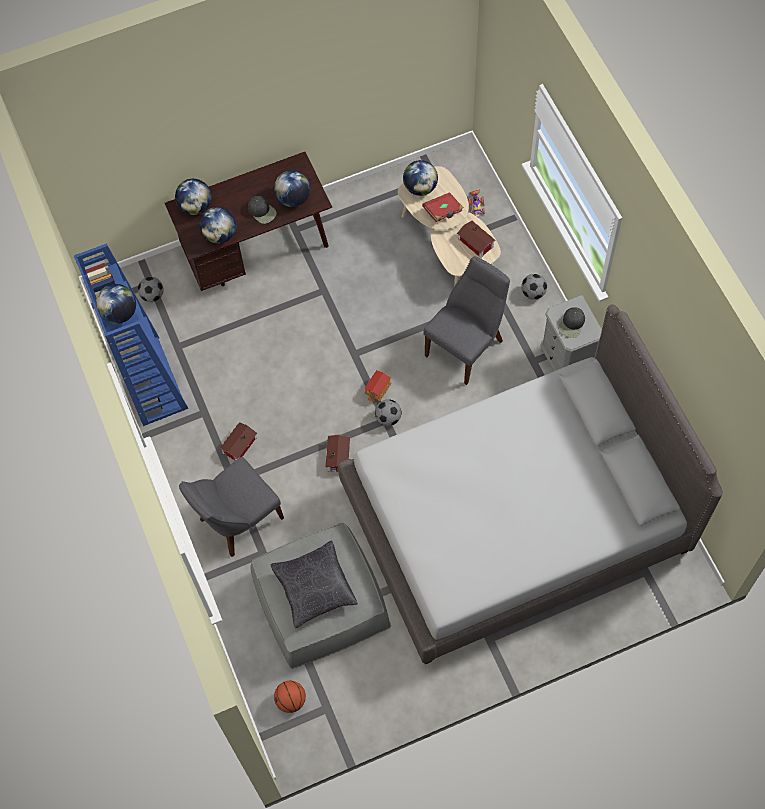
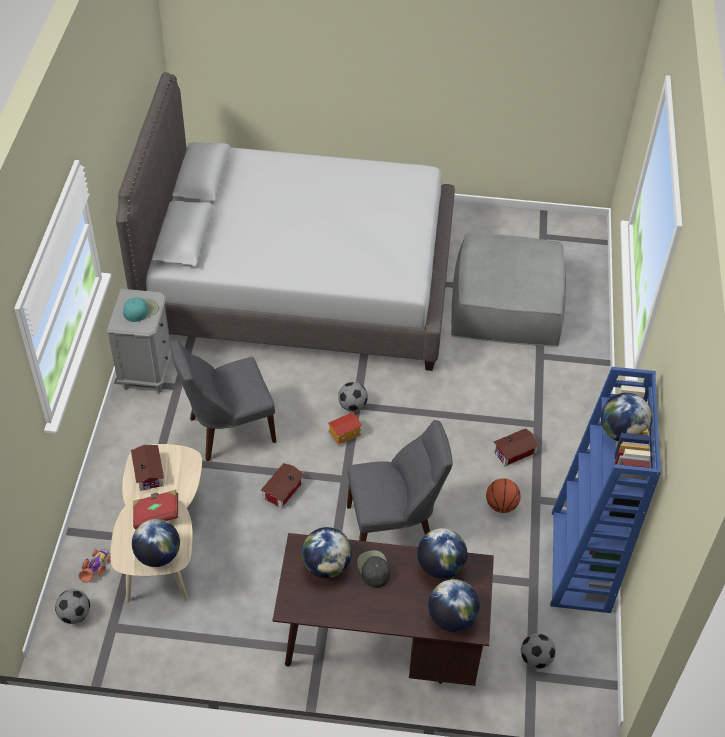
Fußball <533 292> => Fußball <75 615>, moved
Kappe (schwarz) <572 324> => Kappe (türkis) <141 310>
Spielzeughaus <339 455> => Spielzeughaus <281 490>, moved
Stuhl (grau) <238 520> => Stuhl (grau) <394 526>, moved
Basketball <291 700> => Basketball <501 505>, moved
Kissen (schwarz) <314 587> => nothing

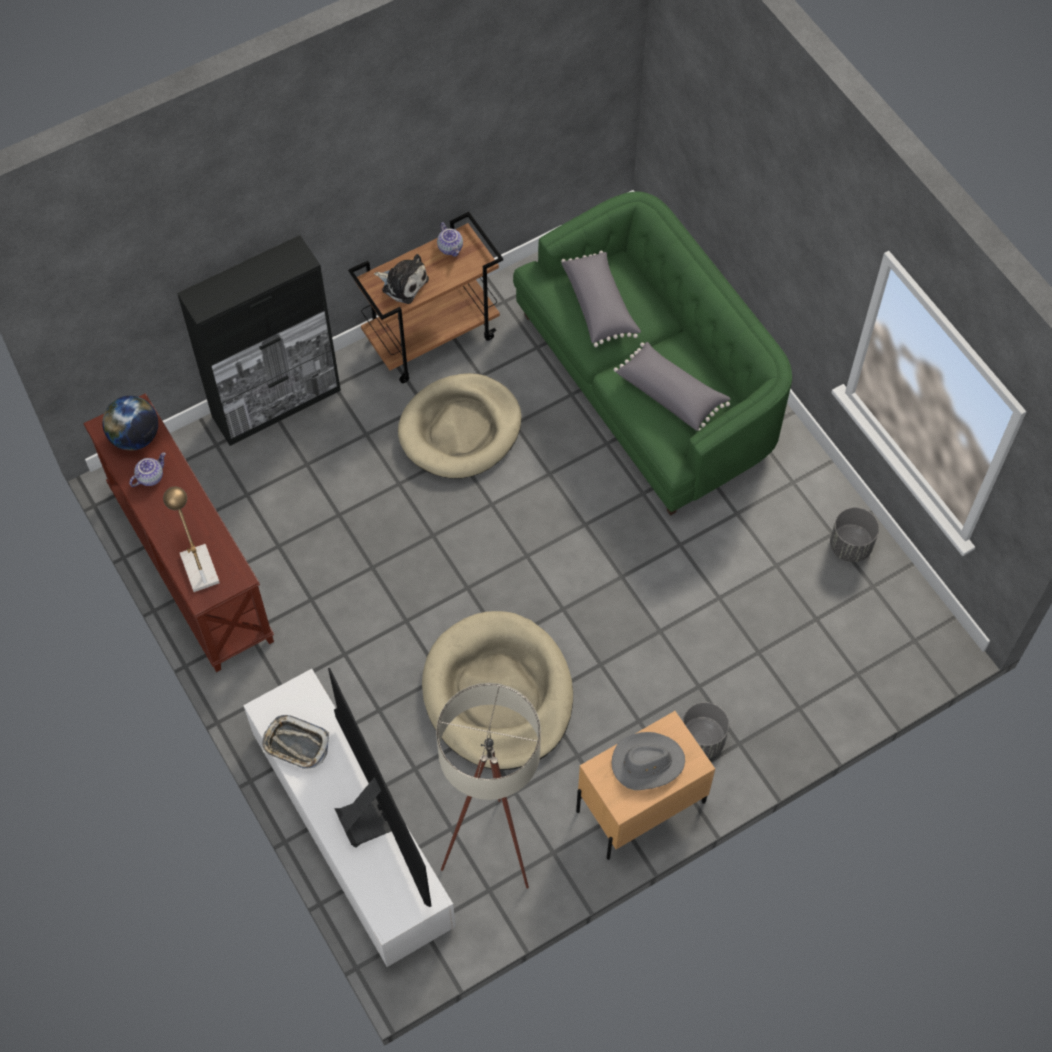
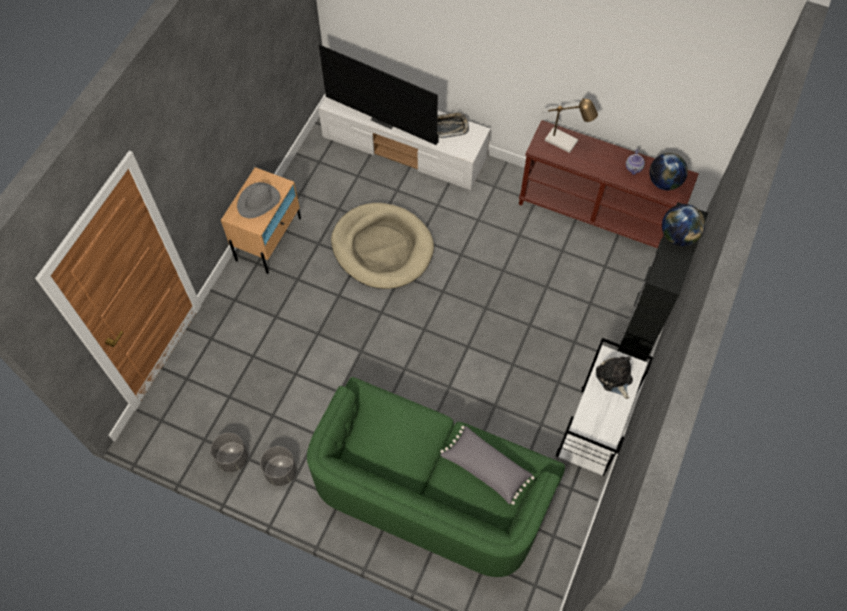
Pflanzkübel (grau) <702 740> => Pflanzkübel (grau) <280 471>, moved
Rollwagen (braun) <432 336> => Rollwagen (weiß) <593 431>
Plüschtier <403 283> => Plüschtier <614 378>, 75 degrees clockwise
nothing => Globus <678 236>
Hundebett (beige) <460 429> => nothing
Stehlampe (beige) <492 841> => nothing
Teekanne <451 248> => nothing
Kissen (grau) <671 393> => nothing

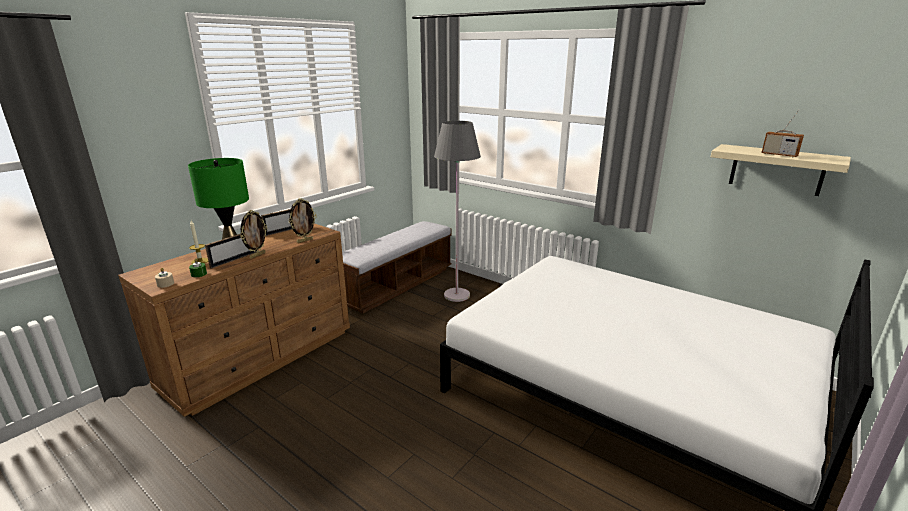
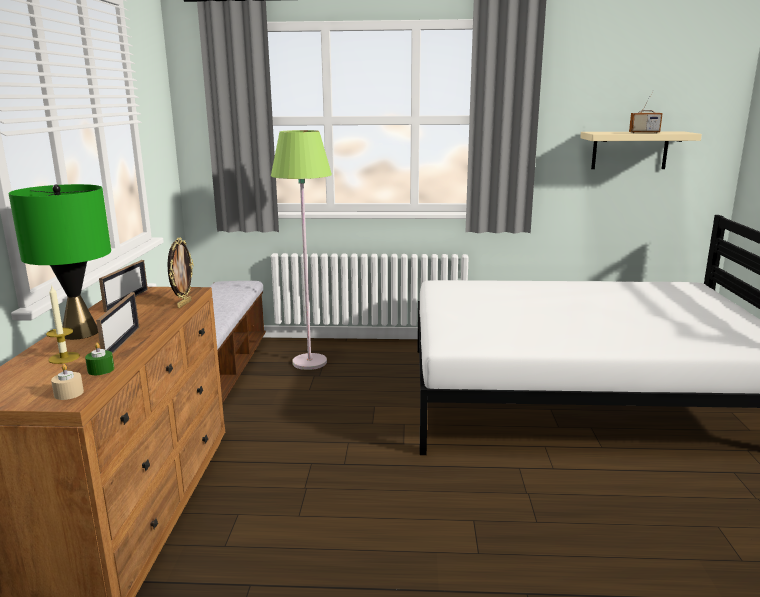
Stehlampe (grau) <457 295> => Stehlampe (grün) <309 362>
Bilderrahmen <257 255> => nothing

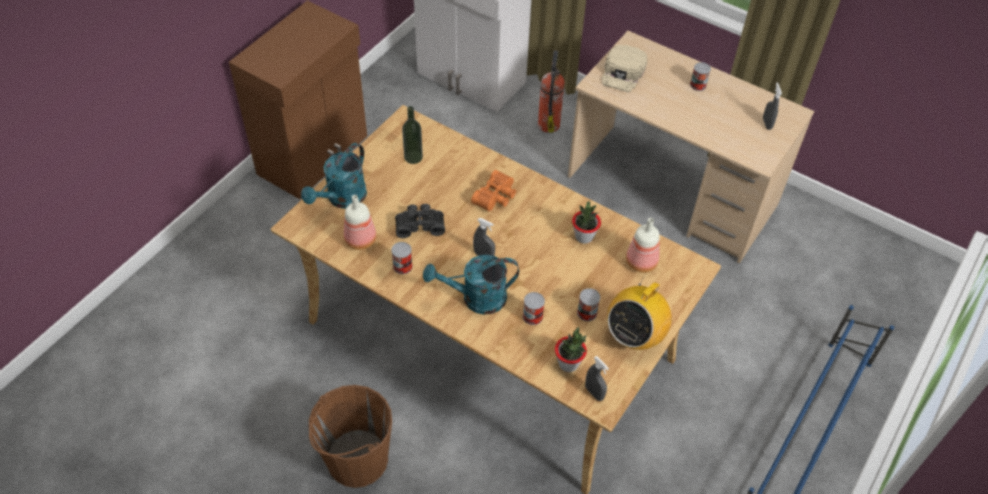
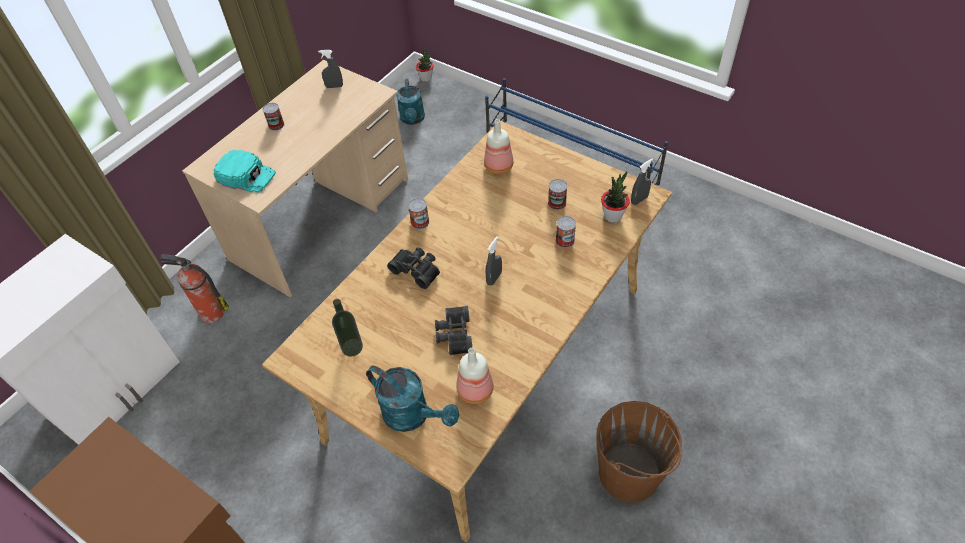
Kappe (beige) <623 73> => Kappe (türkis) <246 175>
Fernglas (orange) <496 197> => Fernglas (schwarz) <417 270>
Gießkanne (türkis) <476 298> => Gießkanne (türkis) <413 119>, moved
Dose <402 266> => Dose <420 222>, moved
Topfpflanze <584 237> => Topfpflanze <426 78>, moved
Radio <634 336> => nothing

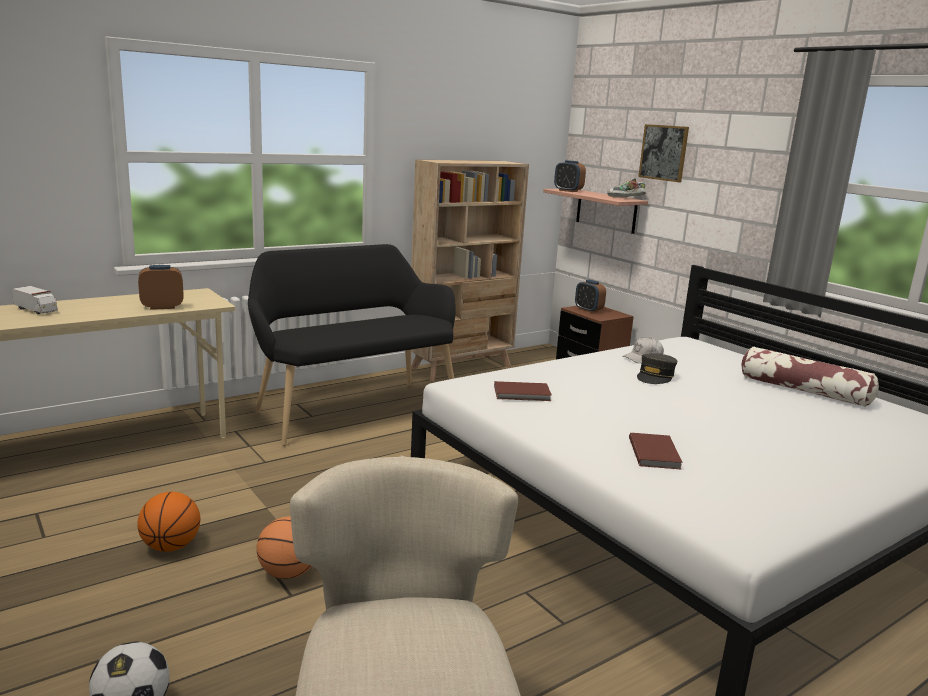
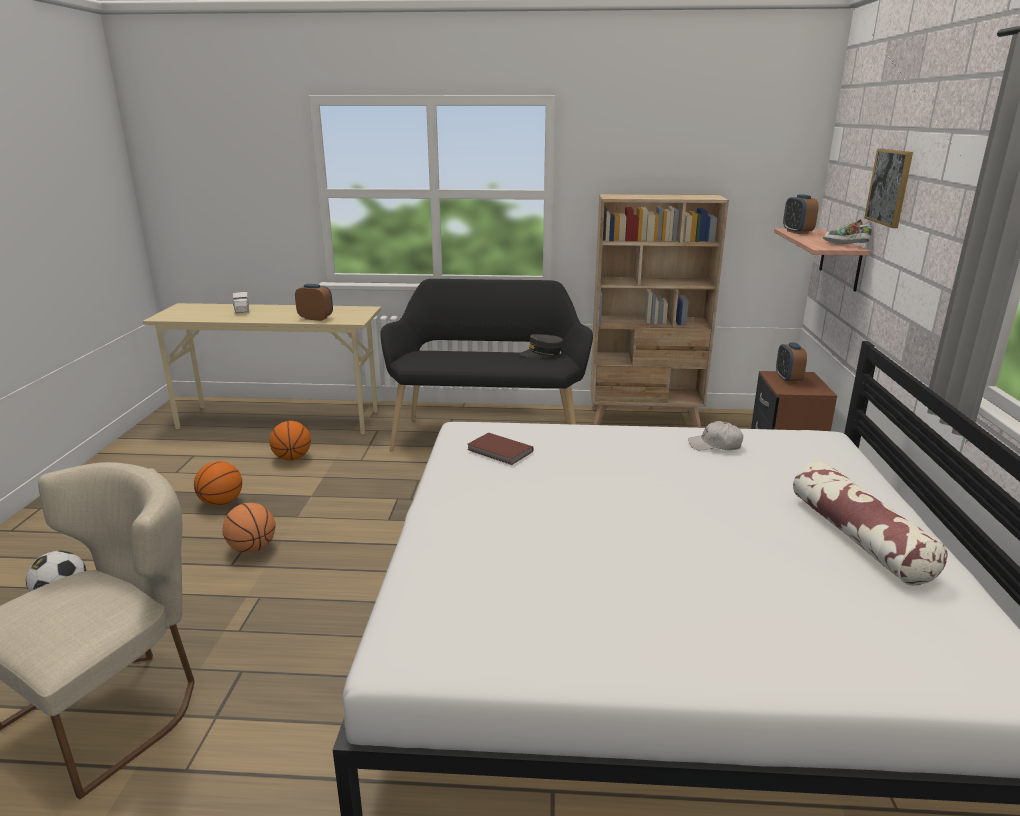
nothing => Basketball <292 458>
Kappe (grau) <655 377> => Kappe (grau) <542 353>, moved
Buch (braun) <655 453> => nothing

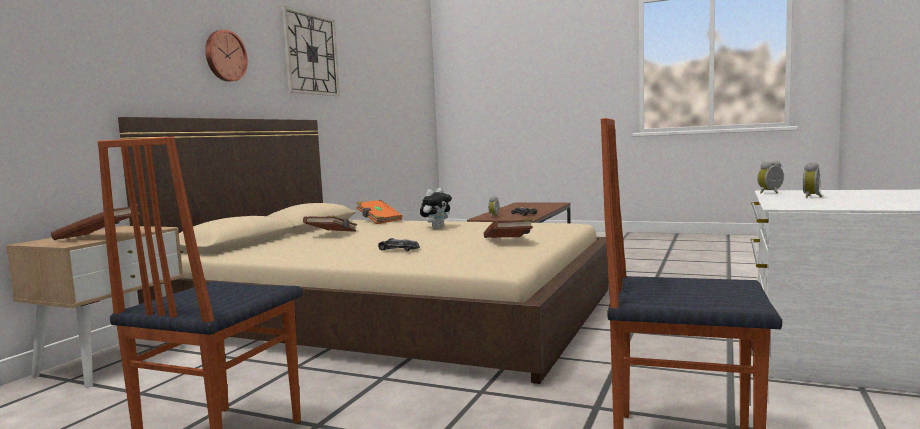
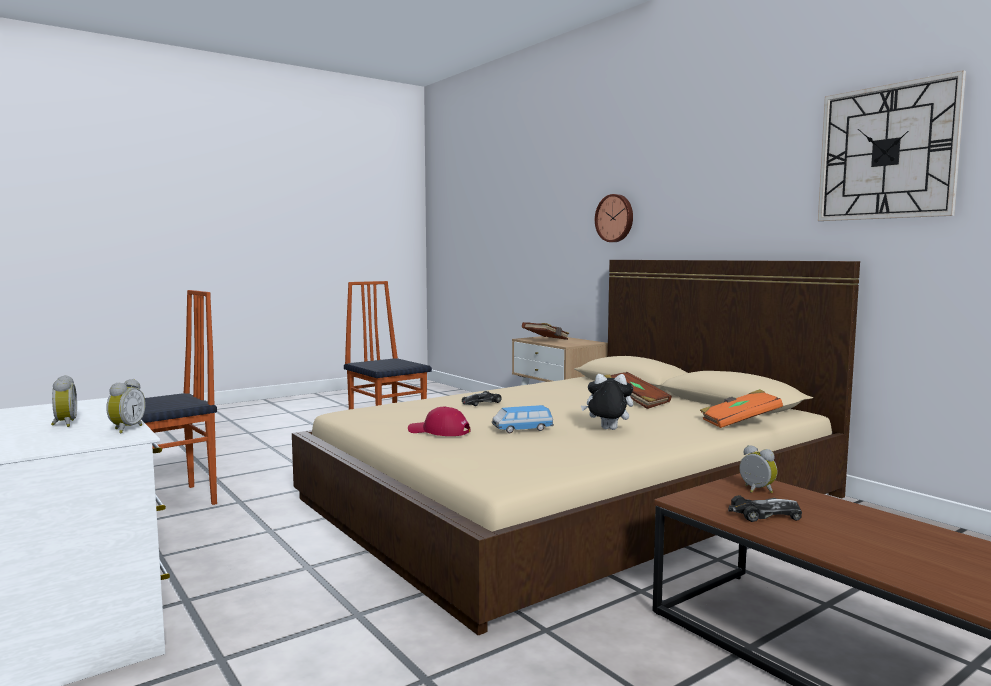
Buch (braun) <509 242> => Kappe (rot) <439 431>
nothing => Spielzeugauto <522 430>
Plüschtier <436 228> => Plüschtier <607 430>, 120 degrees clockwise
Wanduhr <224 56> => Wanduhr <615 218>, moved

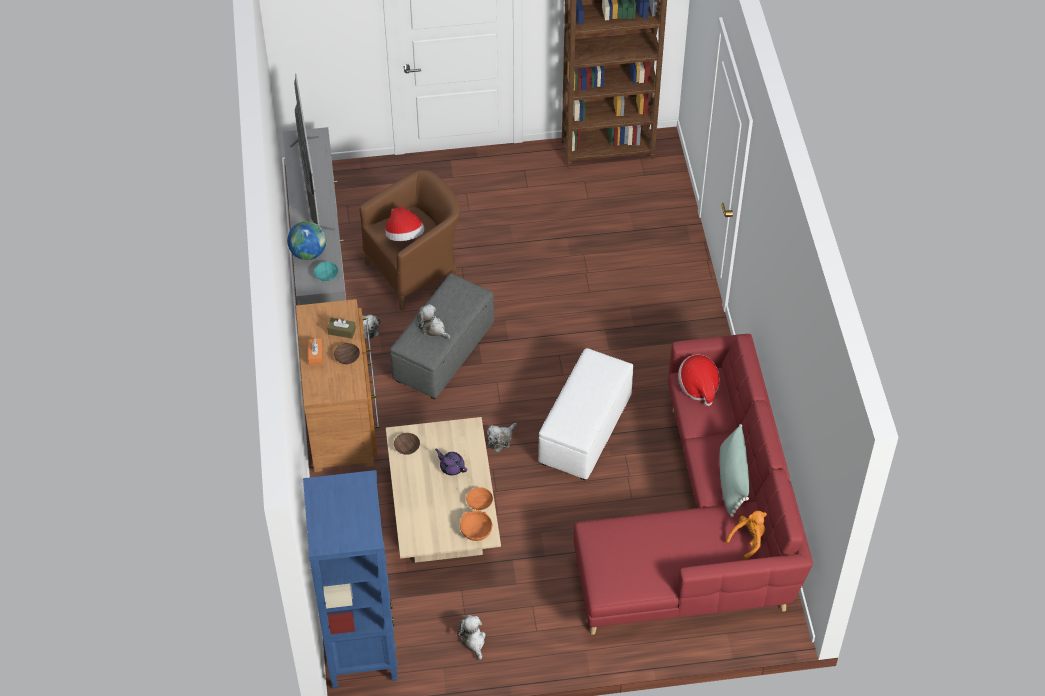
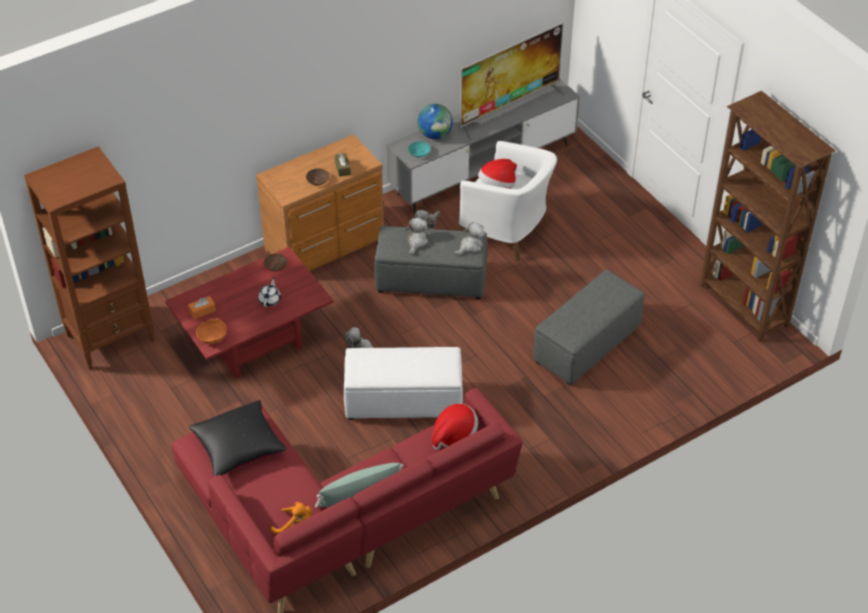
Bücherregal (blau) <361 647> => Bücherregal (braun) <111 338>
Couchtisch (beige) <444 523> => Couchtisch (rot) <254 344>
Taschentuchbox (orange) <315 355> => Taschentuchbox (orange) <202 311>, moved
nothing => Kissen (schwarz) <238 446>
Teekanne (lila) <451 467> => Teekanne (weiß) <270 300>
Plüschtier <473 640> => Plüschtier <470 246>, moved
Sessel (braun) <415 271> => Sessel (weiß) <507 231>
nothing => Polsterhocker (grau) <586 345>
Schüssel (orange) <478 502> => nothing

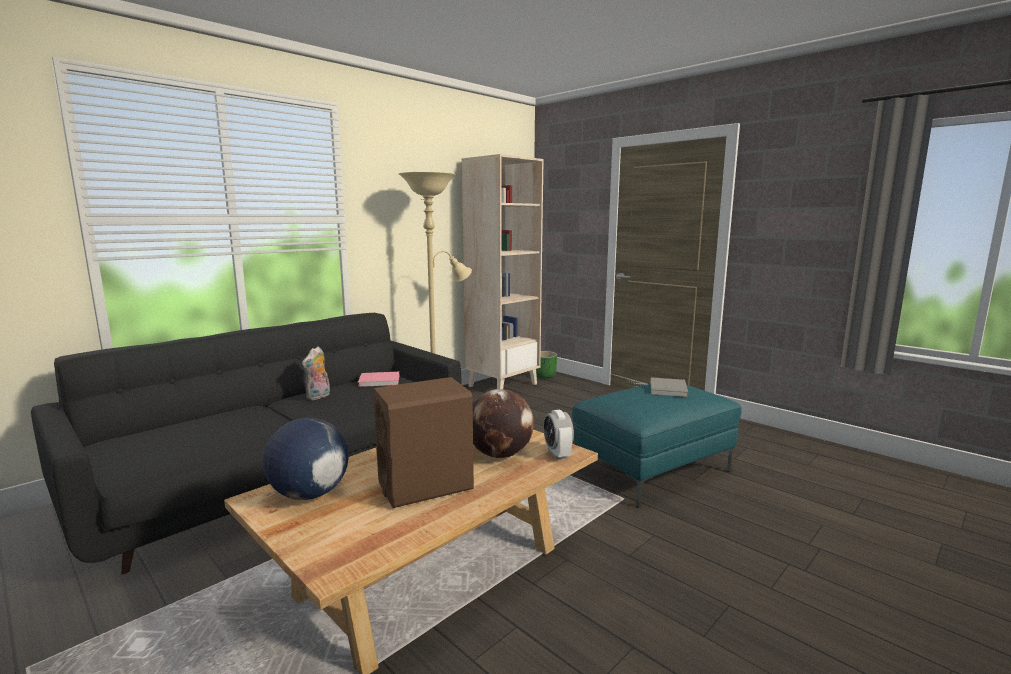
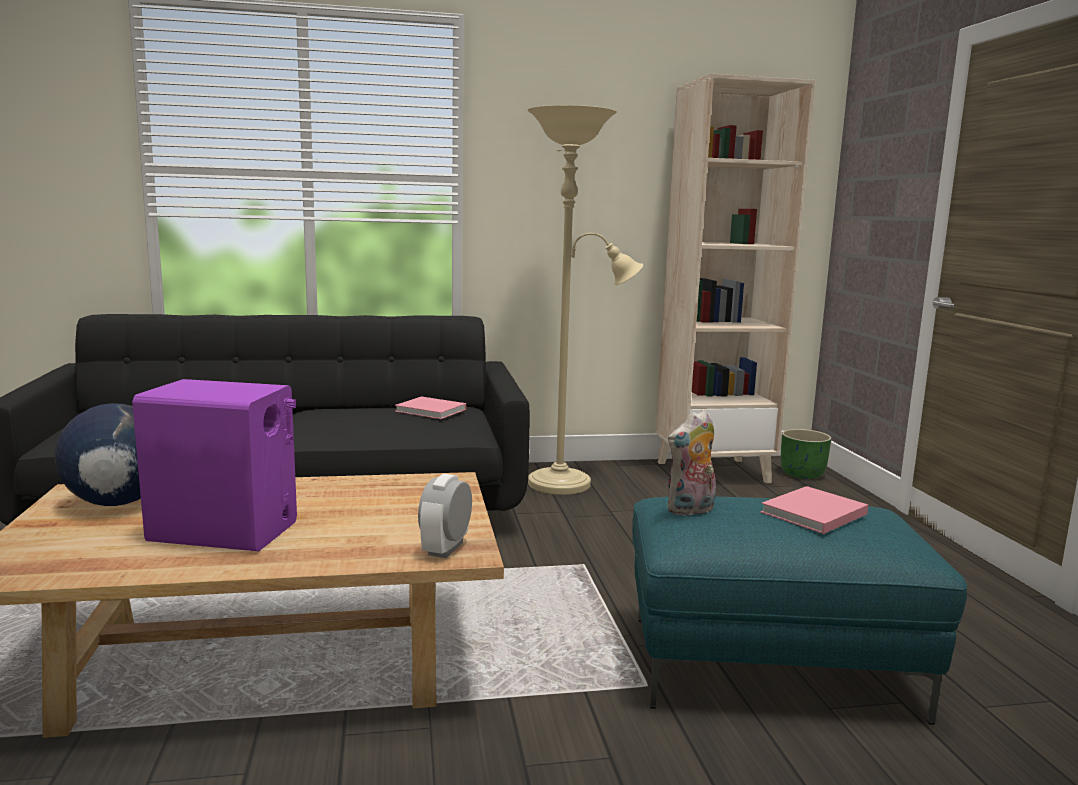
Lautsprecher (braun) <425 486> => Lautsprecher (lila) <225 531>
Plüschtier <318 397> => Plüschtier <691 510>, moved
Buch (grau) <668 389> => Buch (rosa) <812 514>
Globus <500 454> => nothing

